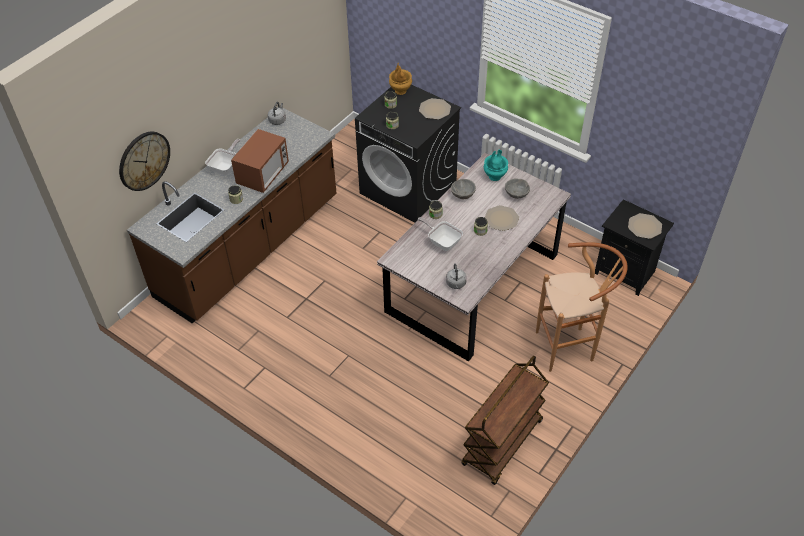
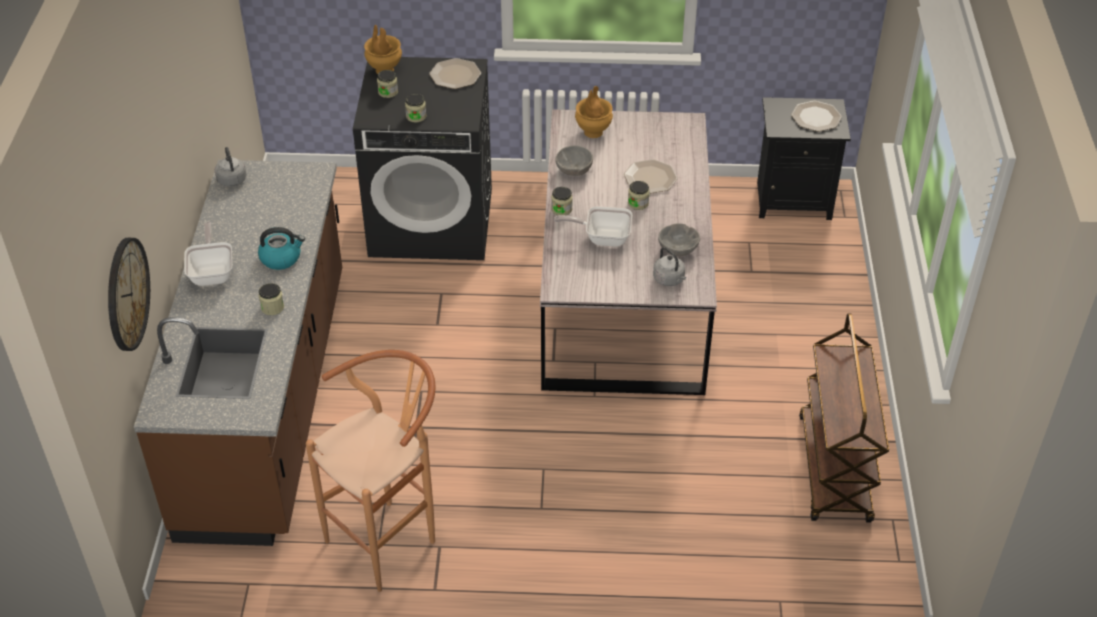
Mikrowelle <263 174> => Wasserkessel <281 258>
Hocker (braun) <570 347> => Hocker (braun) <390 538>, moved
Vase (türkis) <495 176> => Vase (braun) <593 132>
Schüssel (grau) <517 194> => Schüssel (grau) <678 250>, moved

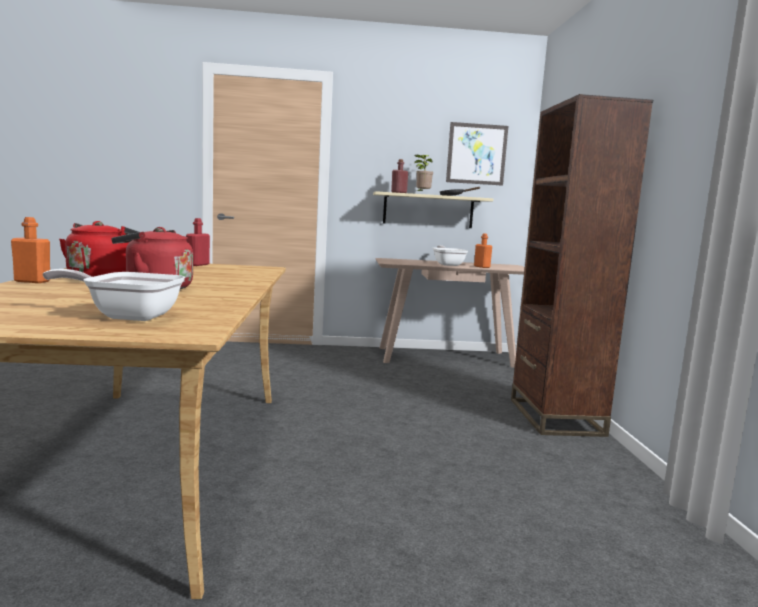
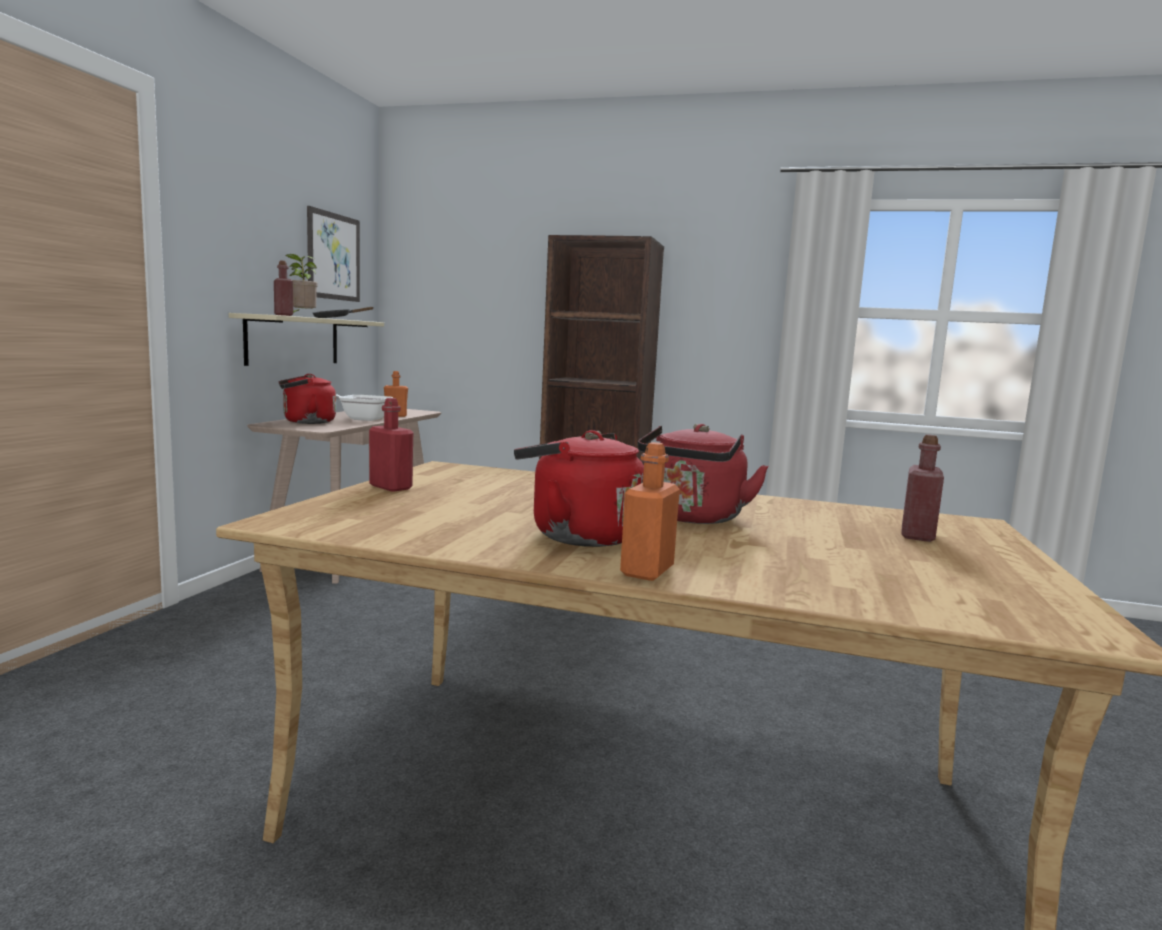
nothing => Wasserkessel (rot) <306 422>
Pfanne <127 316> => Flasche (rot) <917 535>

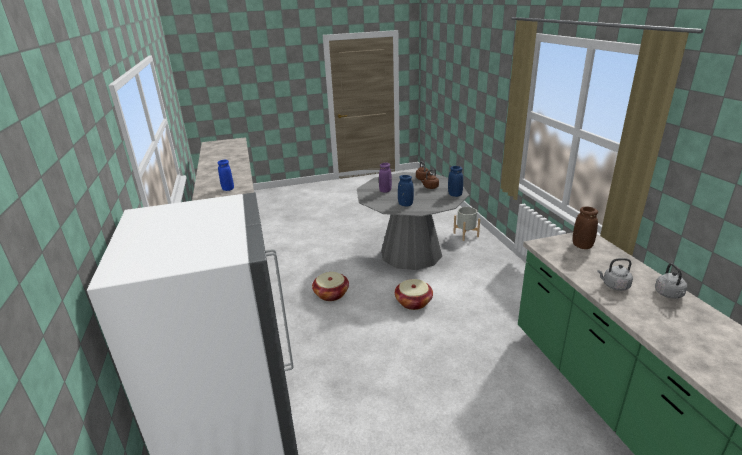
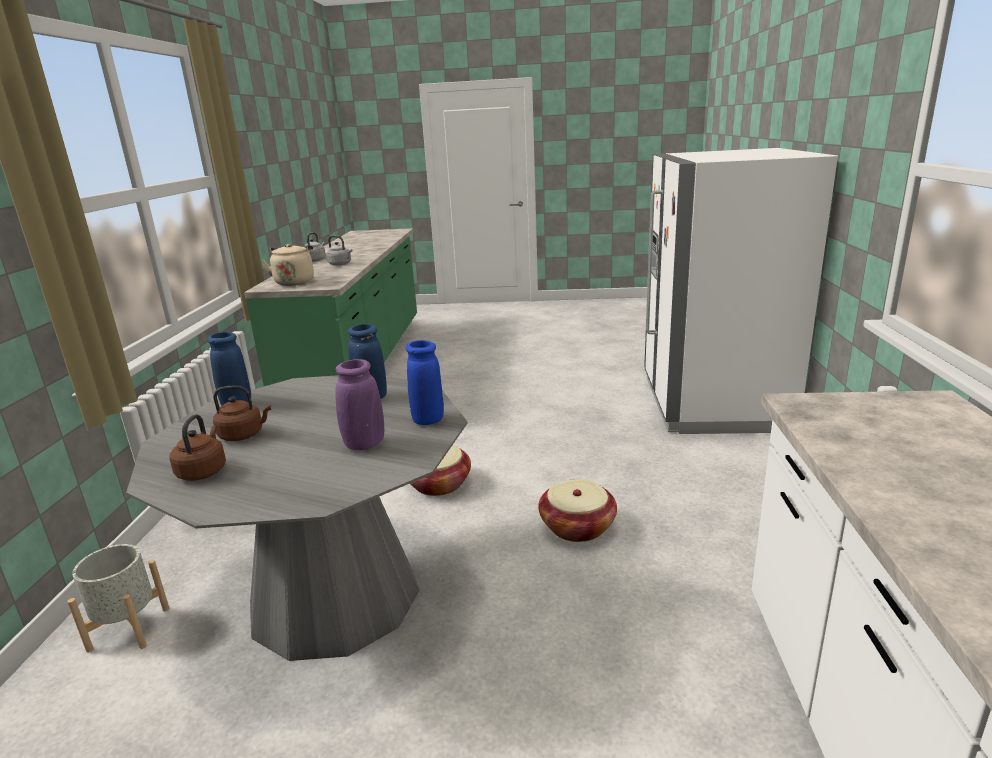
Vase (braun) <582 246> => Wasserkessel (beige) <294 282>
Vase (blau) <228 189> => Vase (blau) <428 419>, moved

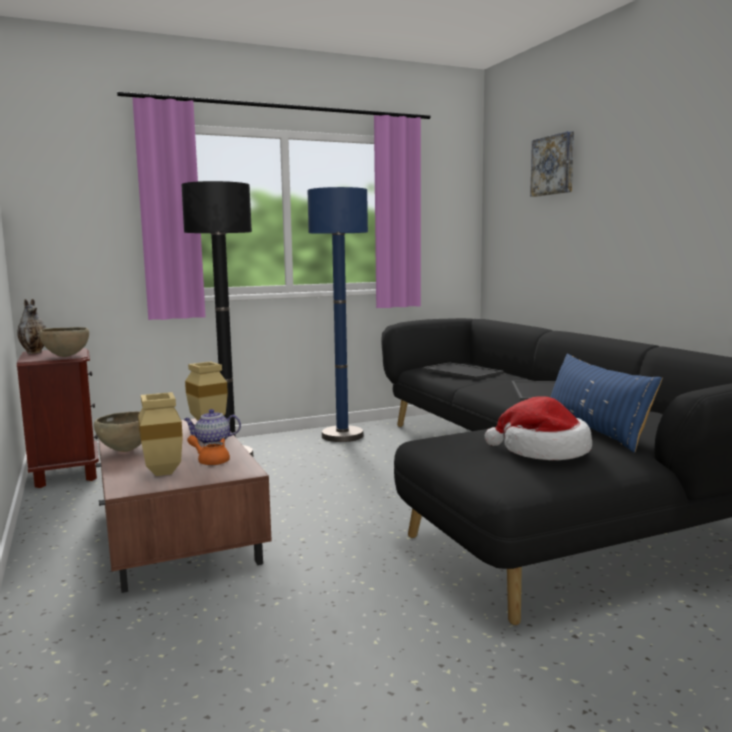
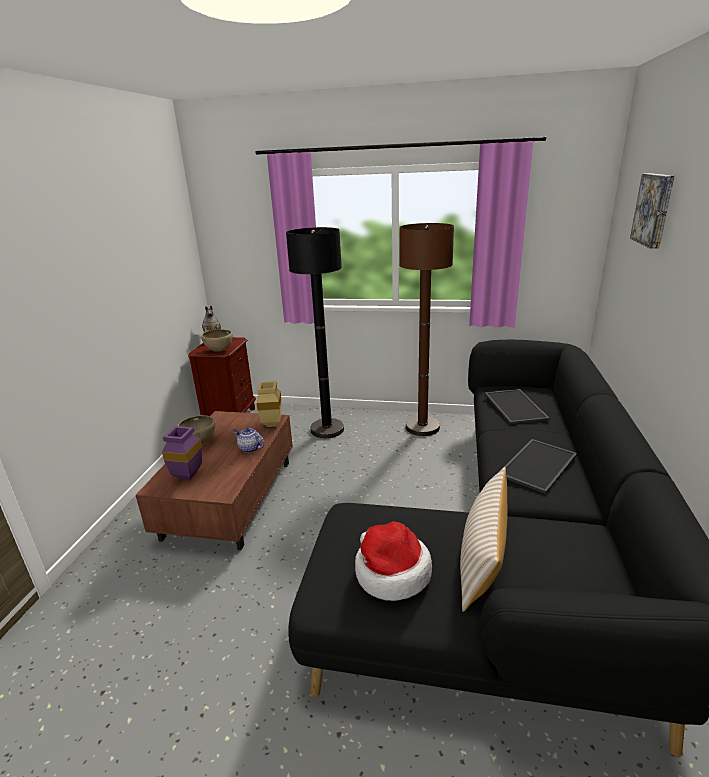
Vase (beige) <161 472> => Vase (lila) <188 475>
Stehlampe (blau) <342 436> => Stehlampe (braun) <422 427>
Kissen (blau) <594 430> => Kissen (beige) <482 557>
Teekanne (orange) <210 461> => nothing

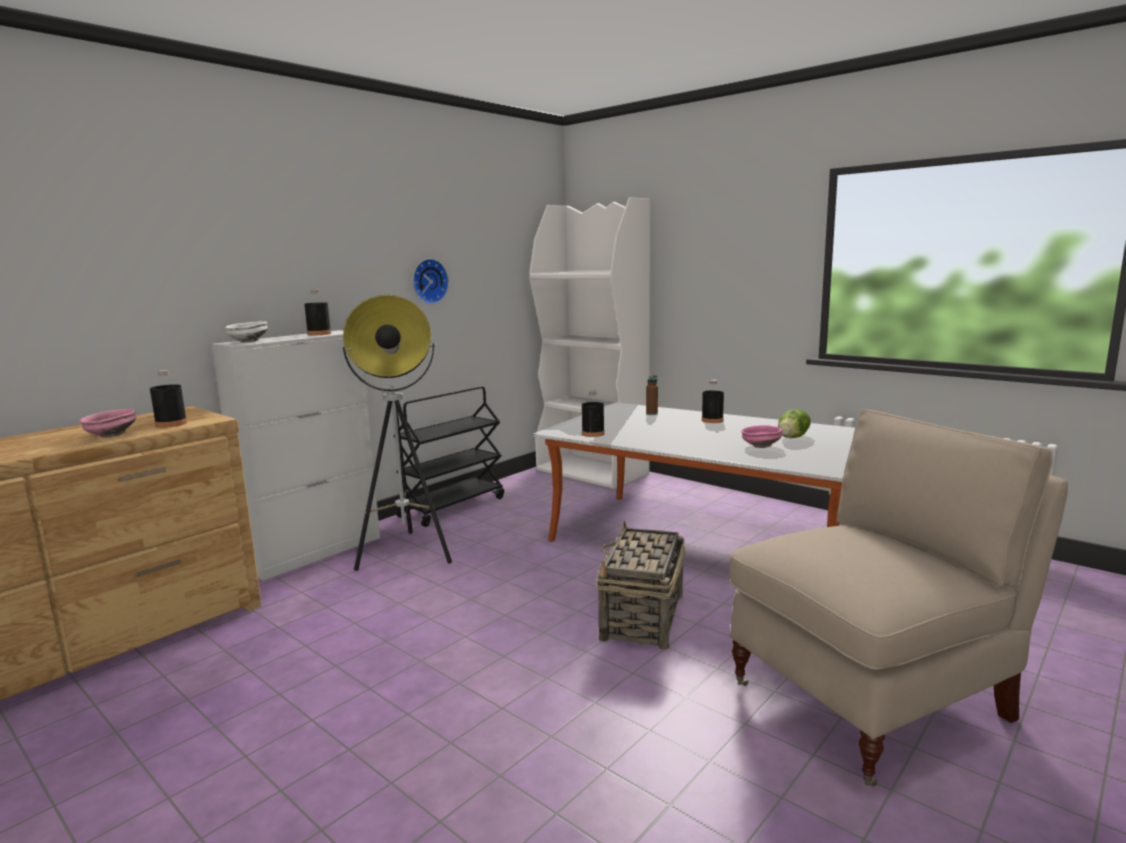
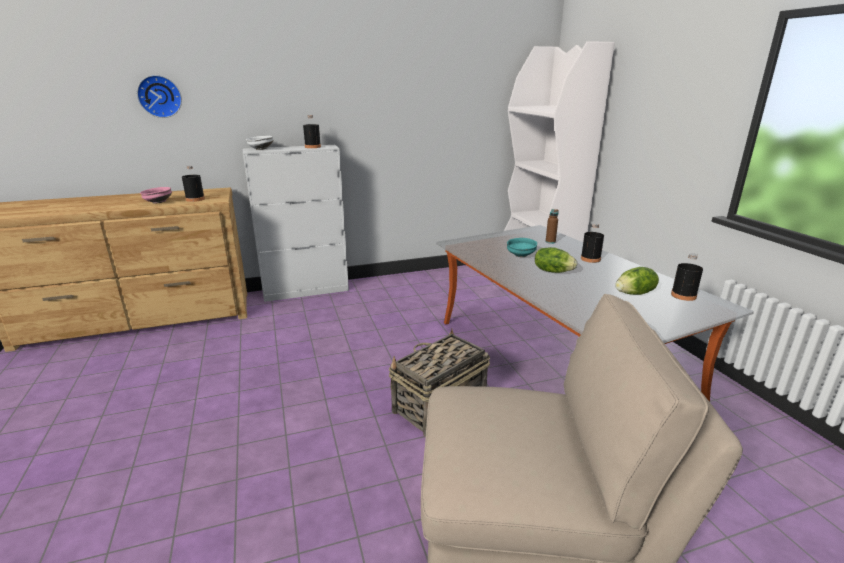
Wanduhr <428 281> => Wanduhr <160 96>, moved
nothing => Schüssel (türkis) <520 255>
nothing => Salatkopf <552 271>
Flasche (schwarz) <593 434> => Flasche (schwarz) <683 295>, moved
Stehlampe <406 553> => nothing
Rollwagen (schwarz) <452 506> => nothing
Schüssel (rosa) <760 446> => nothing

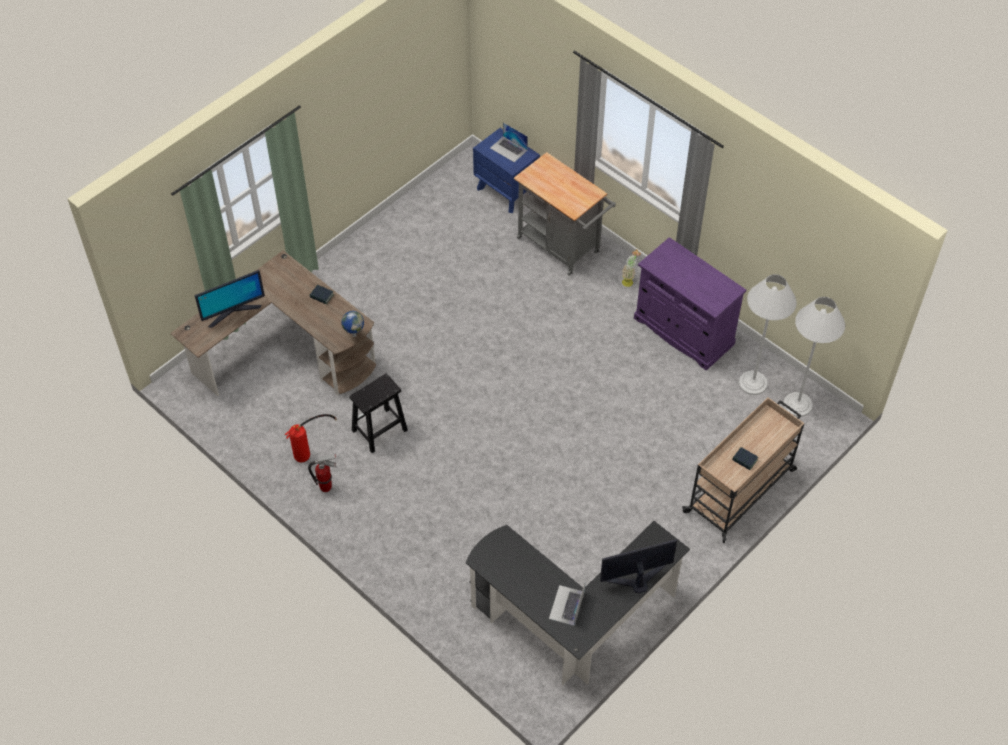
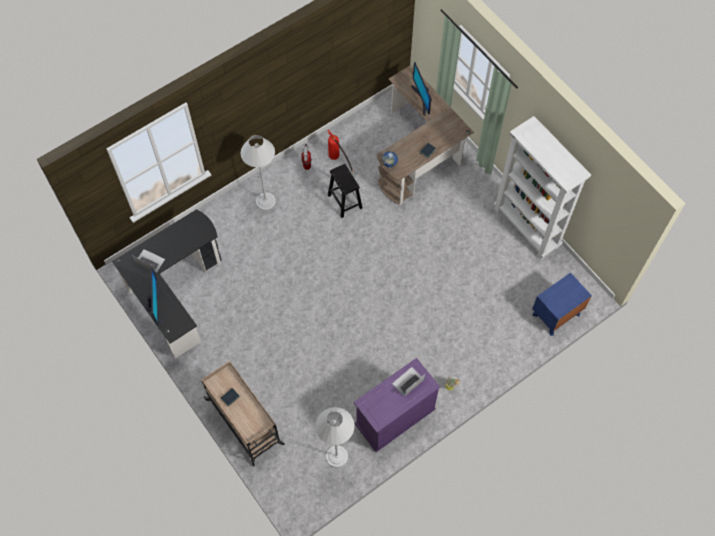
Stehlampe (weiß) <797 404> => Stehlampe (weiß) <265 201>, moved
Laptop <509 149> => Laptop <408 381>, moved
nothing => Bücherregal (weiß) <527 228>
Rollwagen (grau) <562 247> => nothing

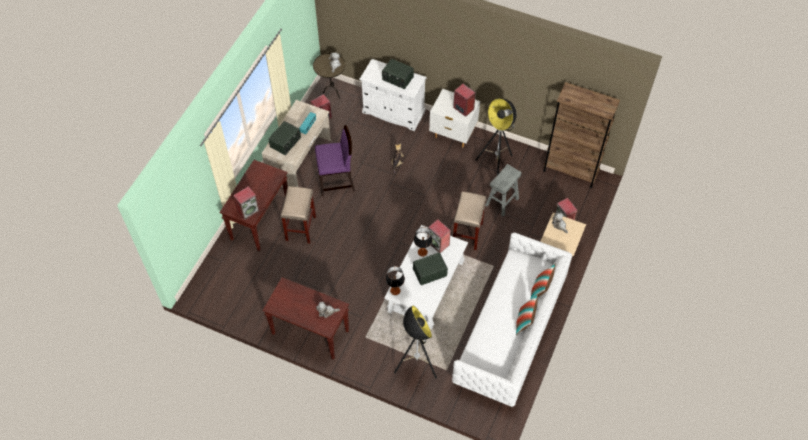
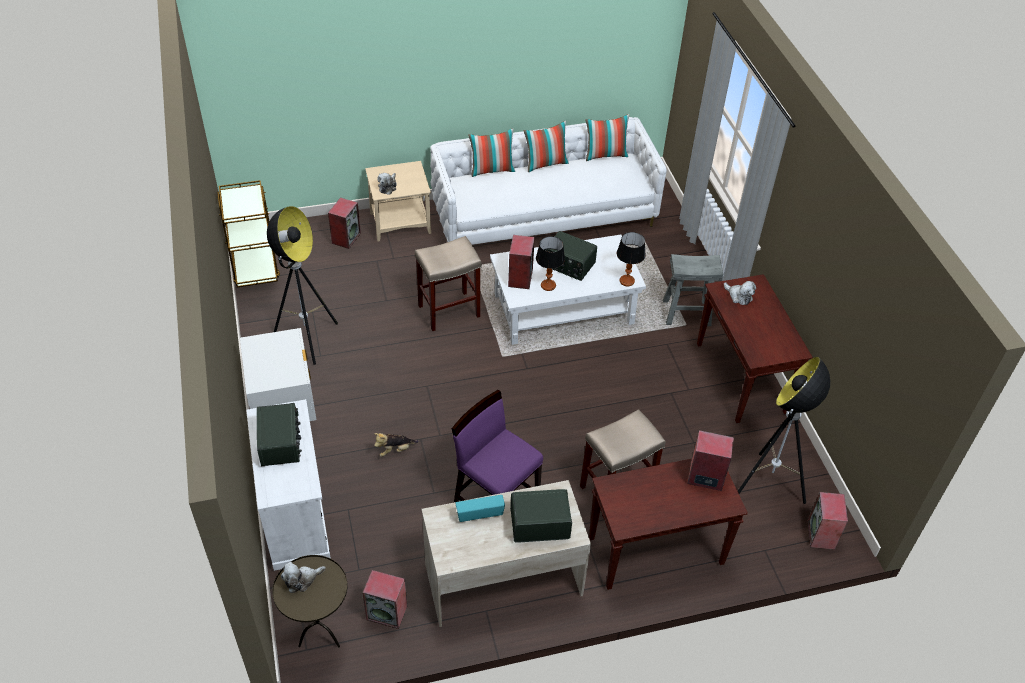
Bücherregal (braun) <570 171> => Rollwagen (braun) <255 265>
nothing => Kissen <605 155>
Hocker (grau) <502 202> => Hocker (grau) <686 312>, moved
Stehlampe <416 365> => Stehlampe <768 486>, moved
Lautsprecher <463 108> => Lautsprecher <821 535>, moved

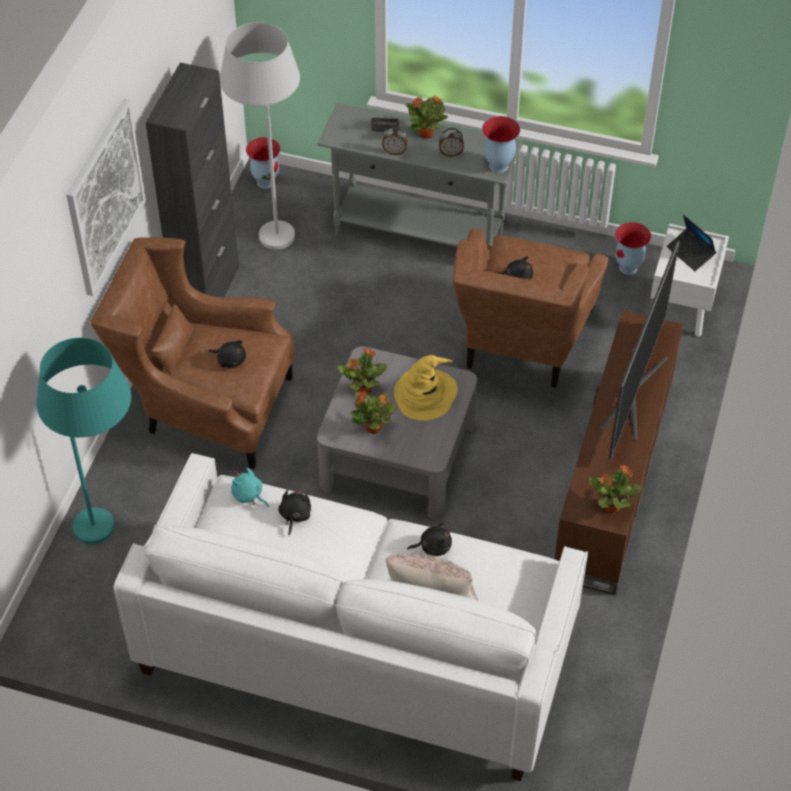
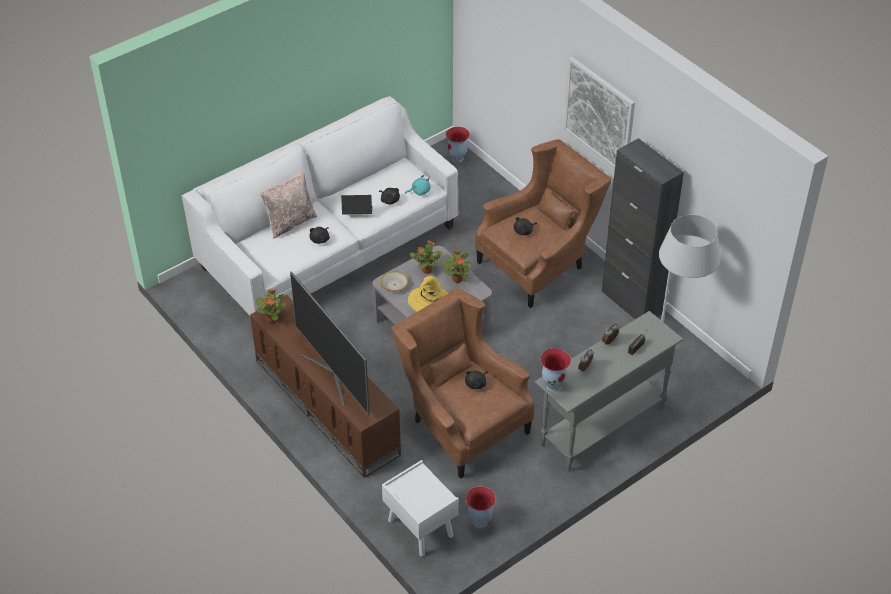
Laptop <690 253> => Laptop <357 212>, moved
nothing => Schüssel <394 285>
Vase <266 181> => Vase <457 158>, moved
Stehlampe (türkis) <114 535> => nothing
Topfpflanze <427 133> => nothing

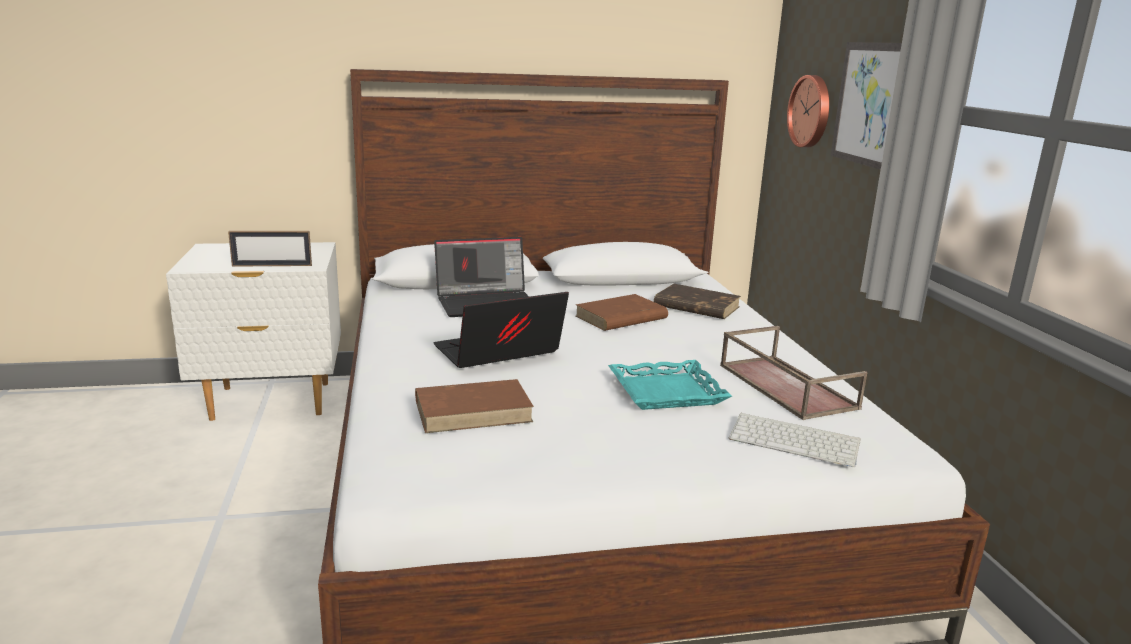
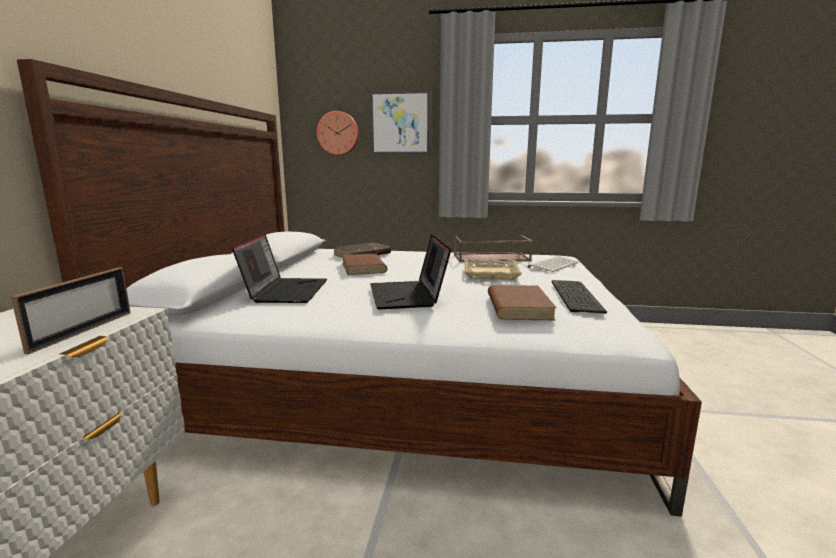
Tablett (türkis) <666 391> => Tablett (beige) <490 273>
nothing => Tastatur <573 295>

